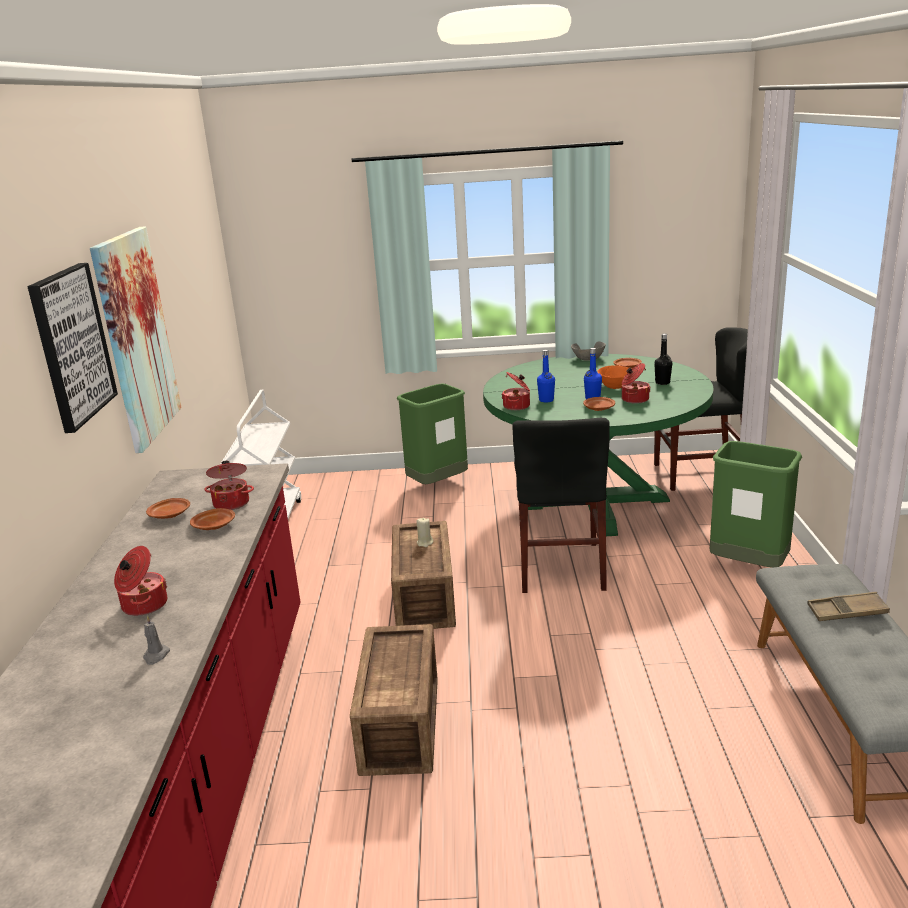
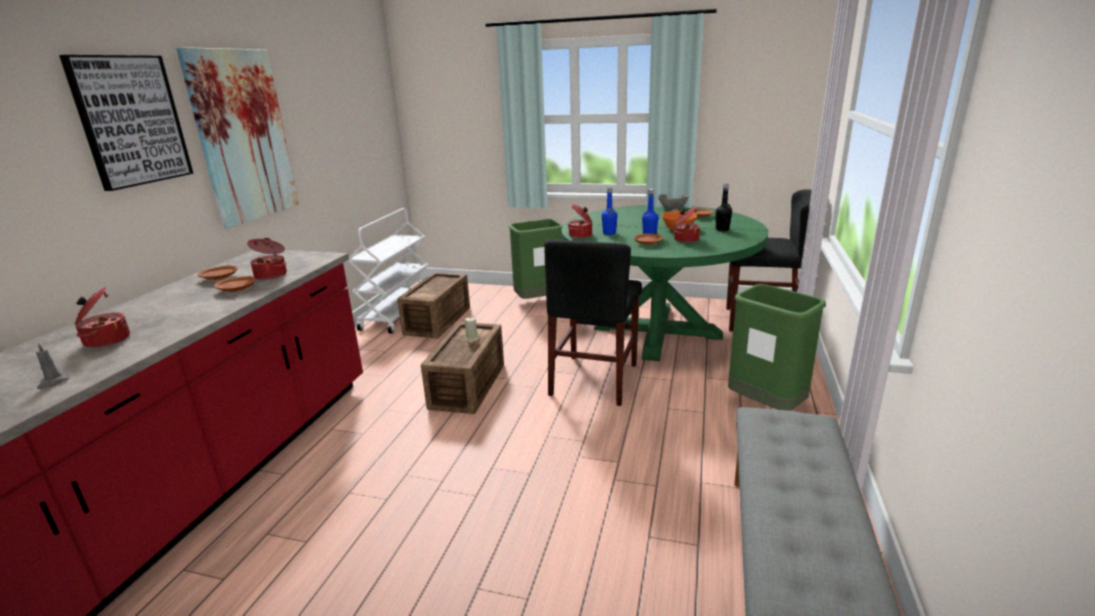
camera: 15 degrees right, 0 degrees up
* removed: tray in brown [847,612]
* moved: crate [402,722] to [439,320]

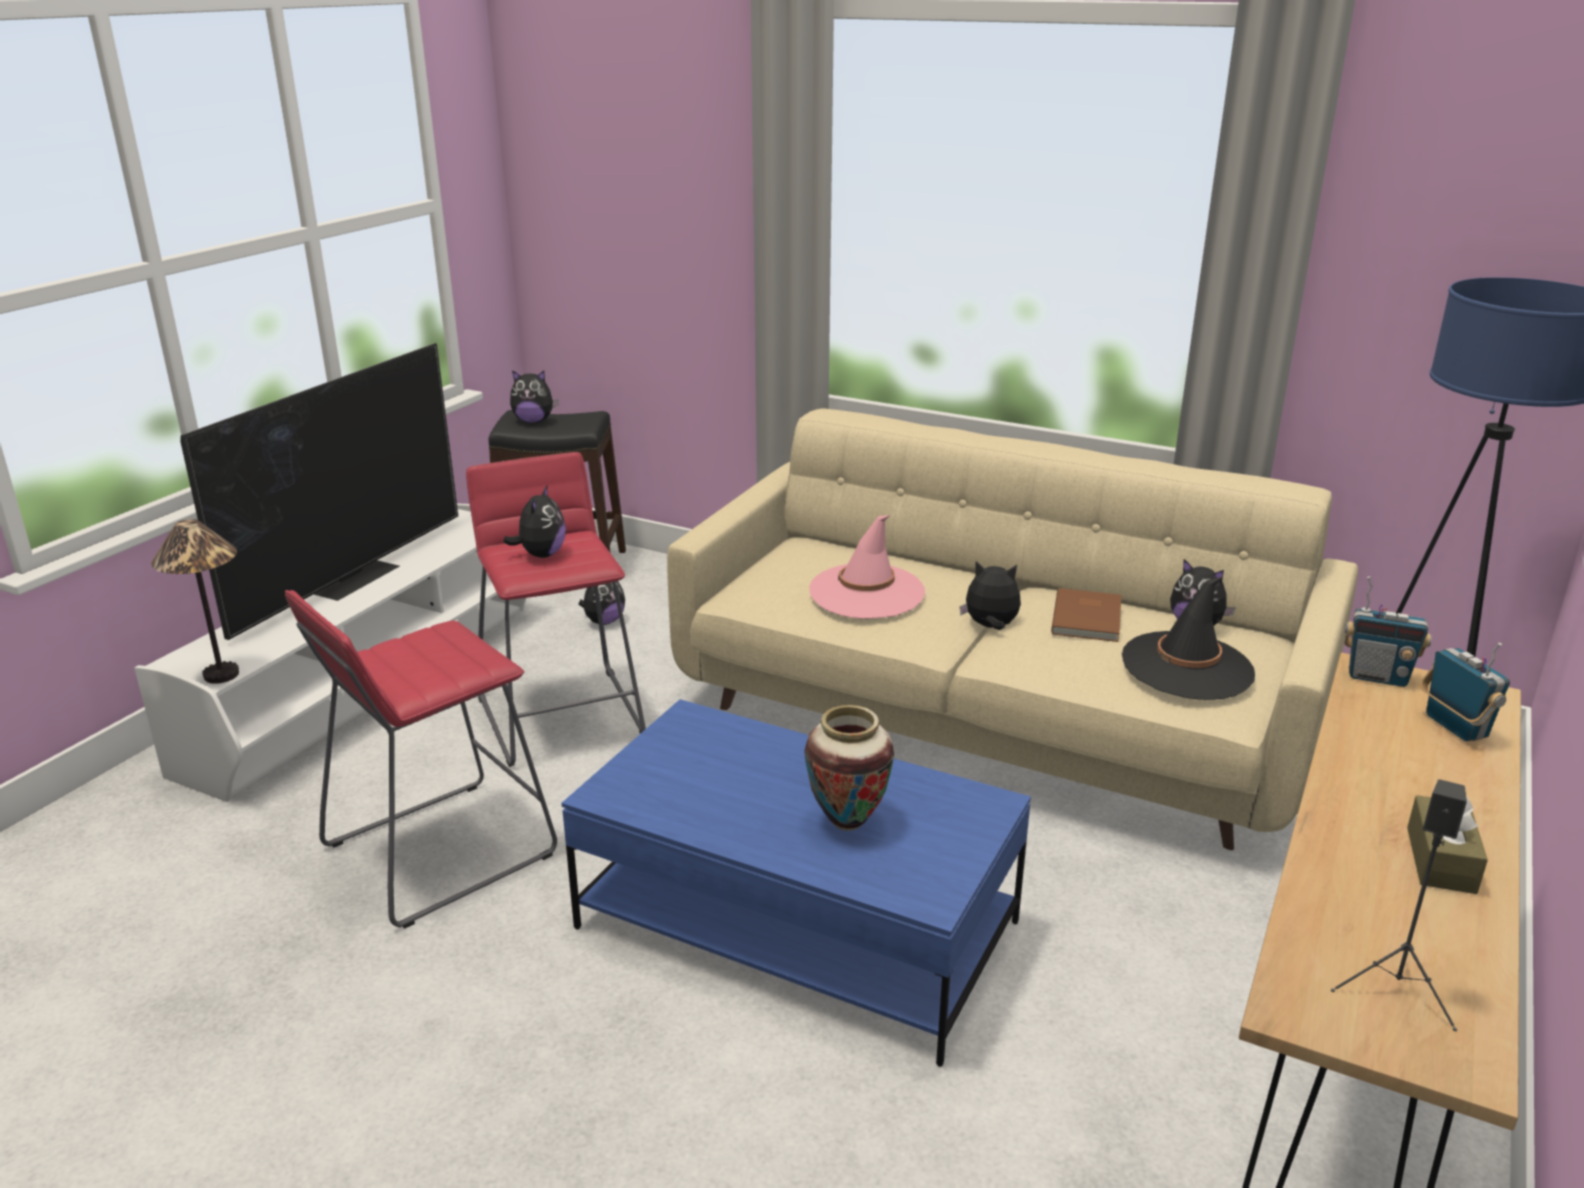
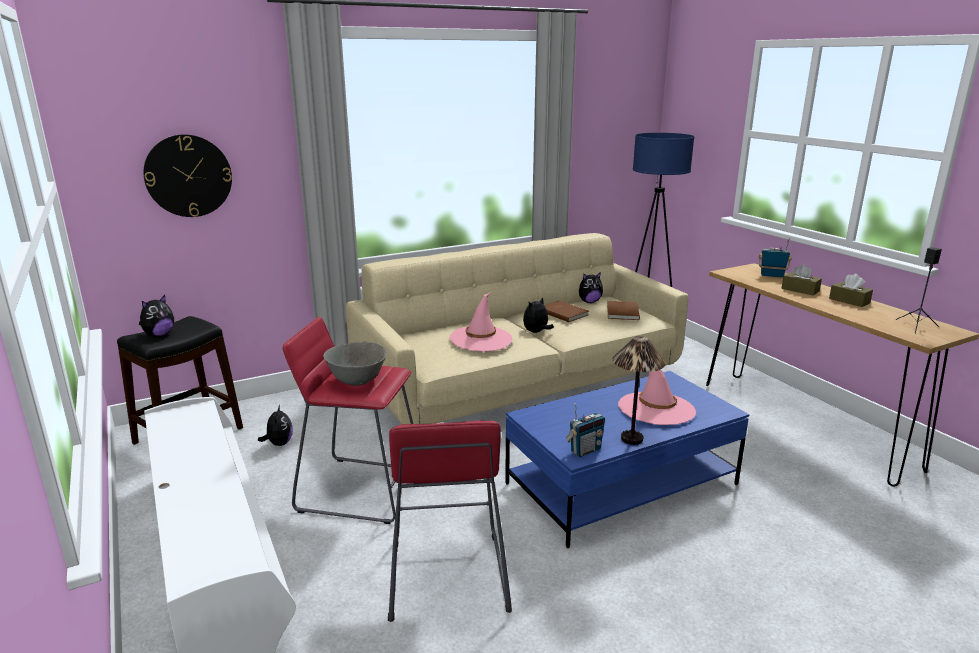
camera: 55 degrees left, 5 degrees down
* removed: television [352,577]
* added: wall clock [188,176]
* added: tissue box in brown [800,290]
* moved: table lamp [221,675] to [632,439]
* moved: radio [1377,677] to [585,450]
* replaced: plush toy [541,555] to bowl in grey [357,381]
* replaced: vase [847,822] to hat in pink [656,409]
* replaced: hat in black [1187,666] to book in brown [621,312]

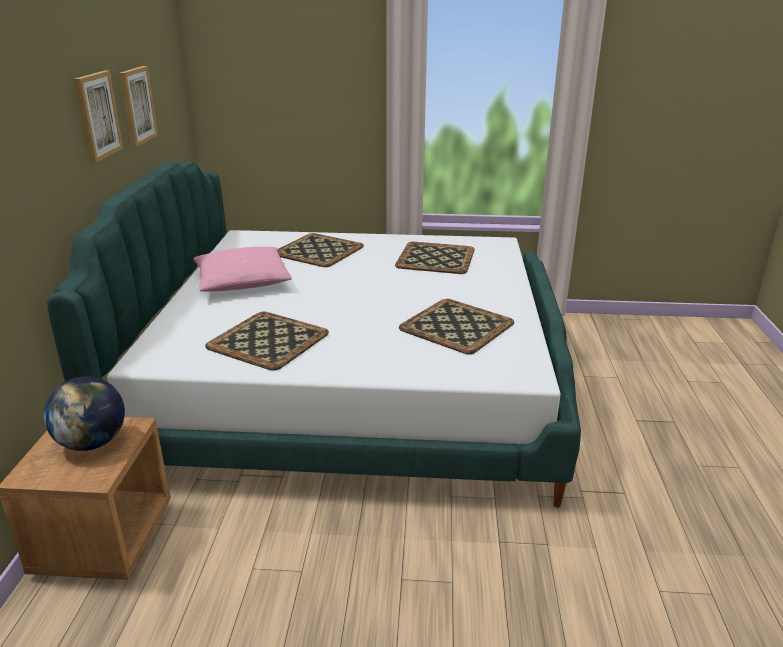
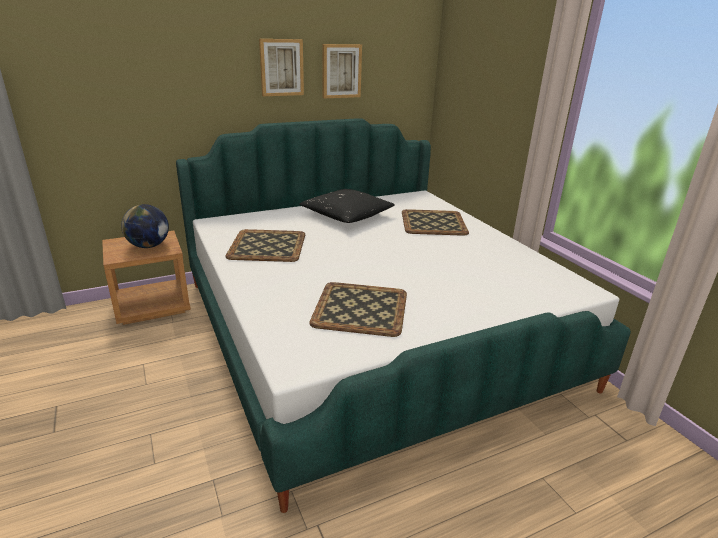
camera: 60 degrees right, 0 degrees up
* removed: tray [435,258]
* recoloured: pillow in pink [242,281] to pillow in black [346,215]

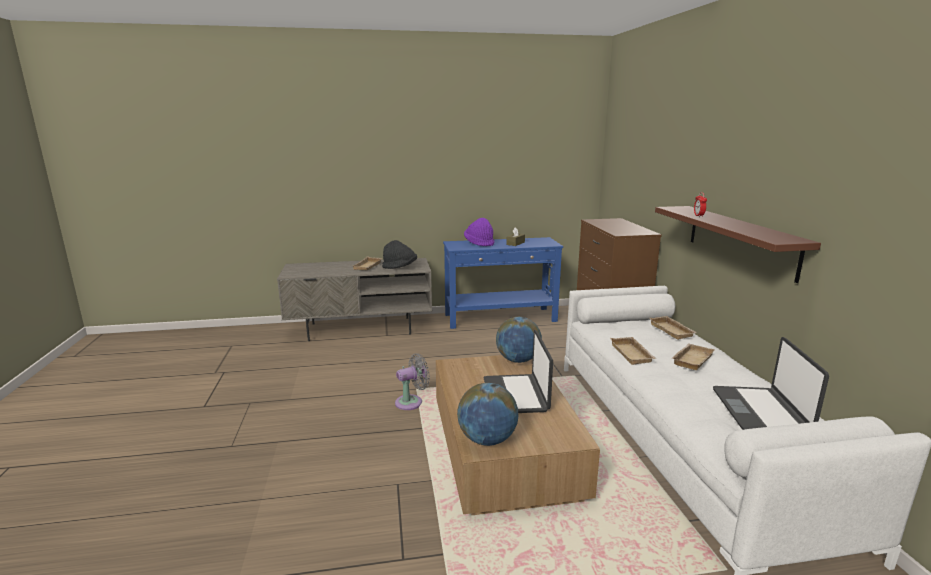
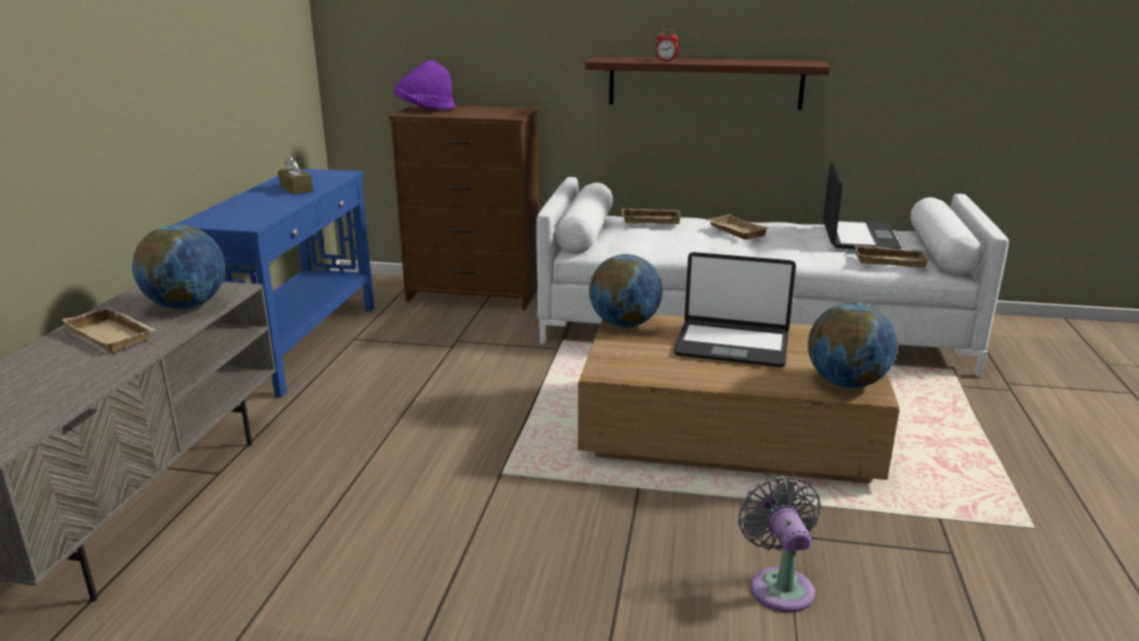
camera: 70 degrees left, 5 degrees up
* moved: fan in grey [411,402] to [779,585]
* moved: hat in purple [479,243] to [425,110]
* moved: tray in beige [633,354] to [890,260]
* replaced: hat in black [400,267] to globe [187,306]
* turned: laptop [761,411] = [858,237] 105 degrees counterclockwise

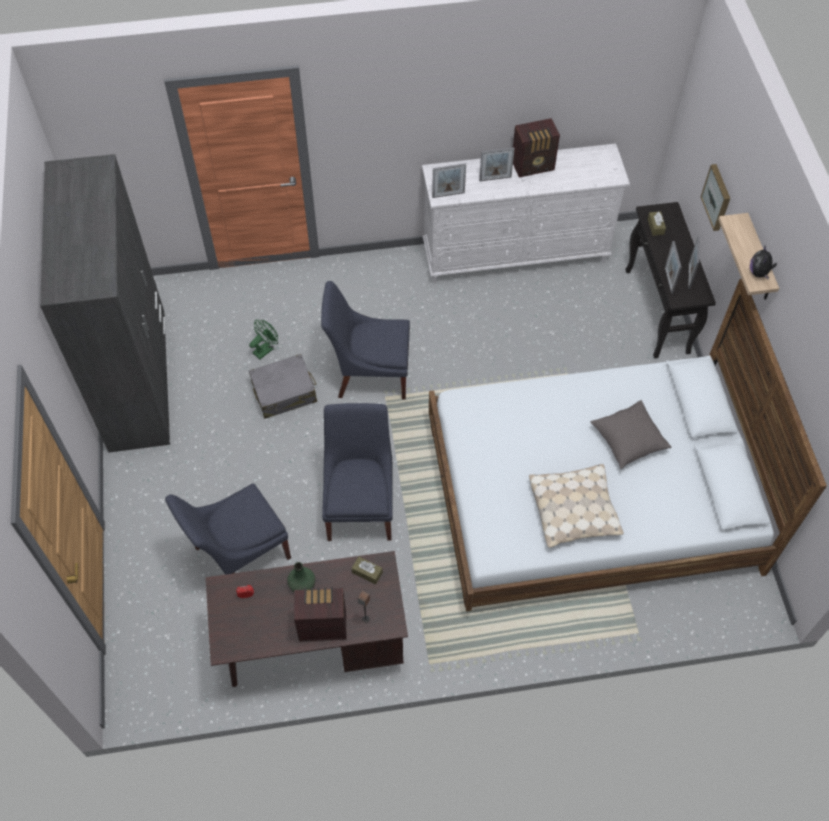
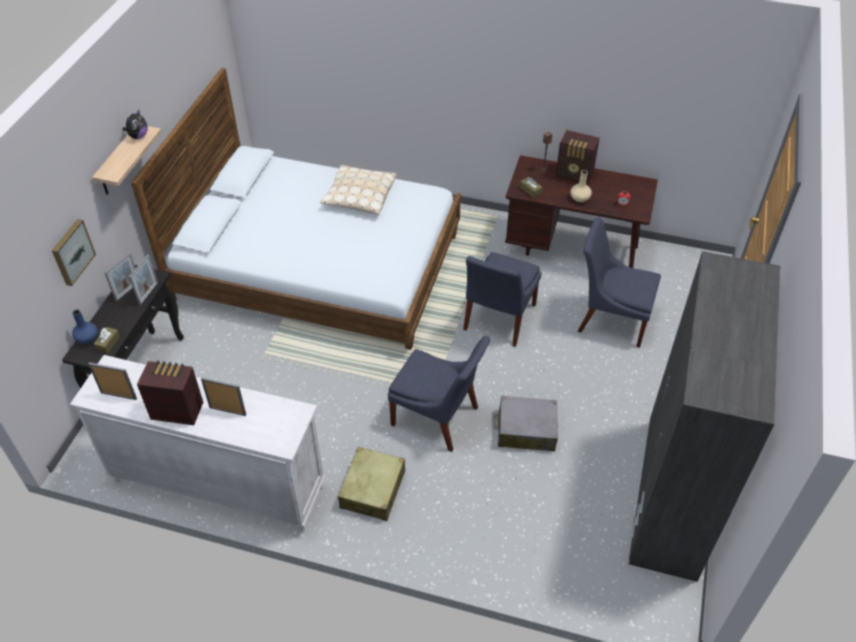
camera: 155 degrees left, 10 degrees down
* removed: fan in green [265,349]
* removed: pillow in grey [628,440]
* added: vase in blue [87,339]
* added: suitcase in beige [373,489]
* moved: picture frame [448,195] to [119,395]
* recoloured: vase in green [302,584] to vase in beige [579,198]
* turned: chair in blue [238,555] = [610,318] 150 degrees counterclockwise

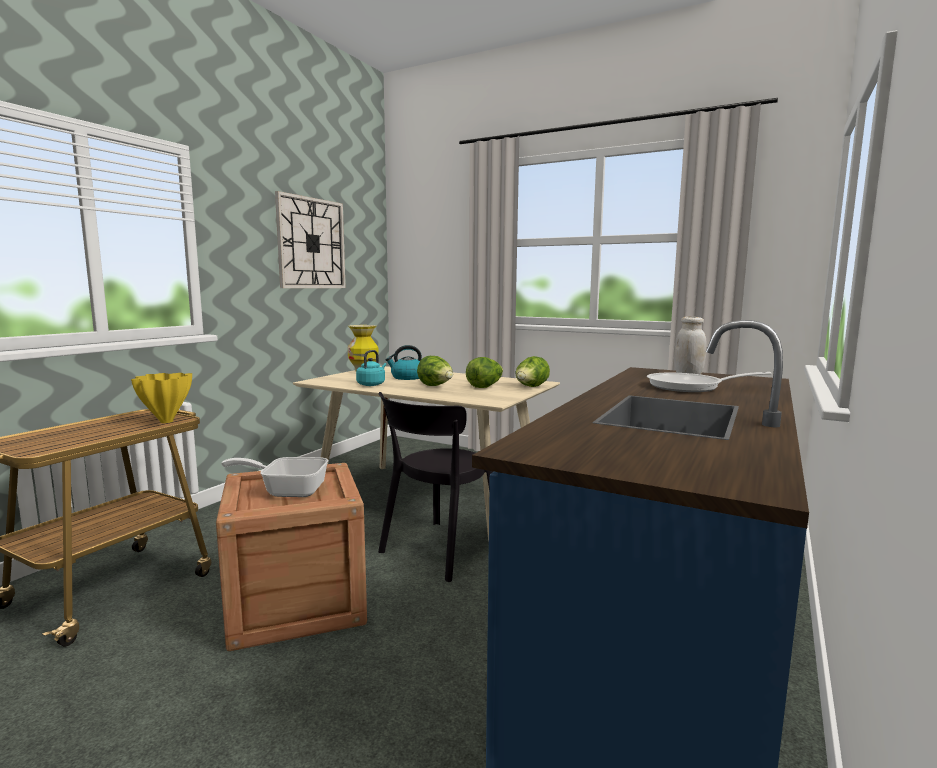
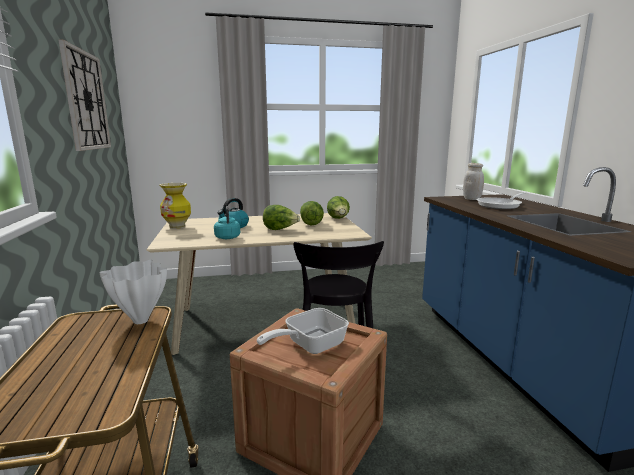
camera: 40 degrees left, 5 degrees up
* recoloured: vase in yellow [165,422] to vase in white [140,321]

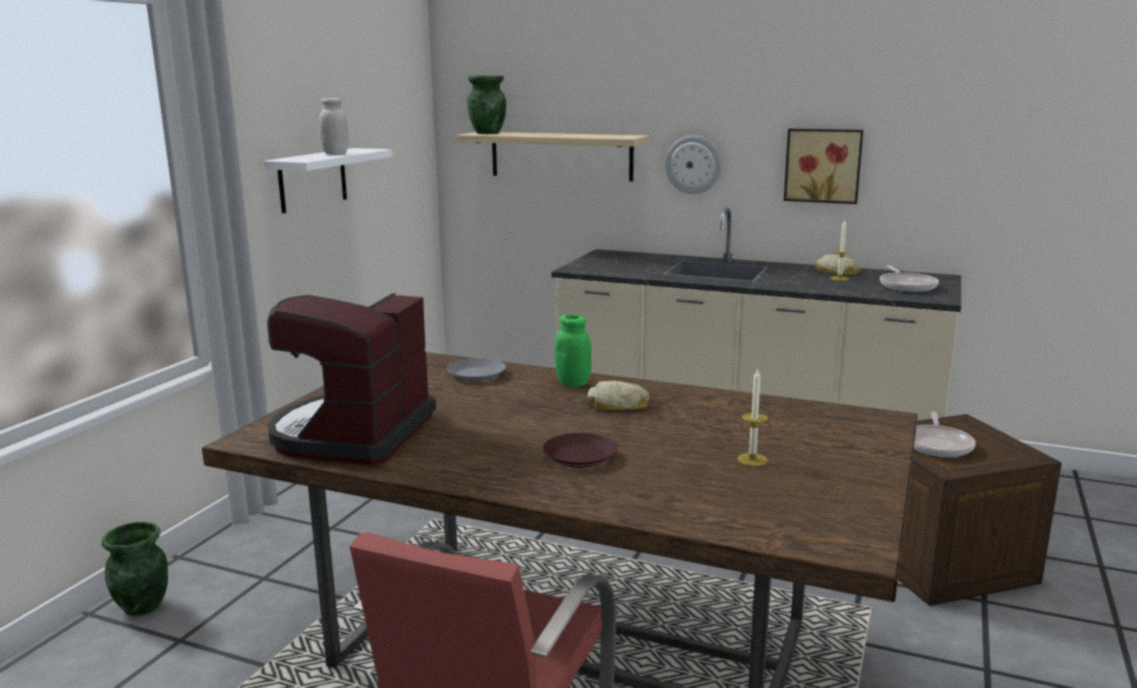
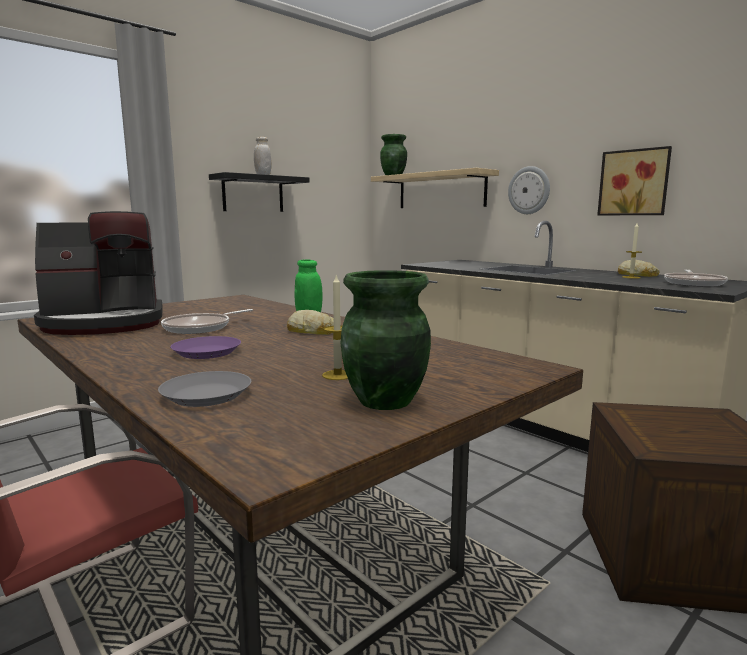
camera: 25 degrees right, 5 degrees down
* moved: vase in green [143,607] to [385,401]
* moved: plate in grey [477,374] to [207,395]
* moved: frying pan [938,444] to [201,328]
* recoloured: shelf in white [313,180] to shelf in black [253,194]
* recoloured: plate in brown [579,456] to plate in purple [207,352]
* turned: coffee machine [352,434] = [105,323] 150 degrees counterclockwise

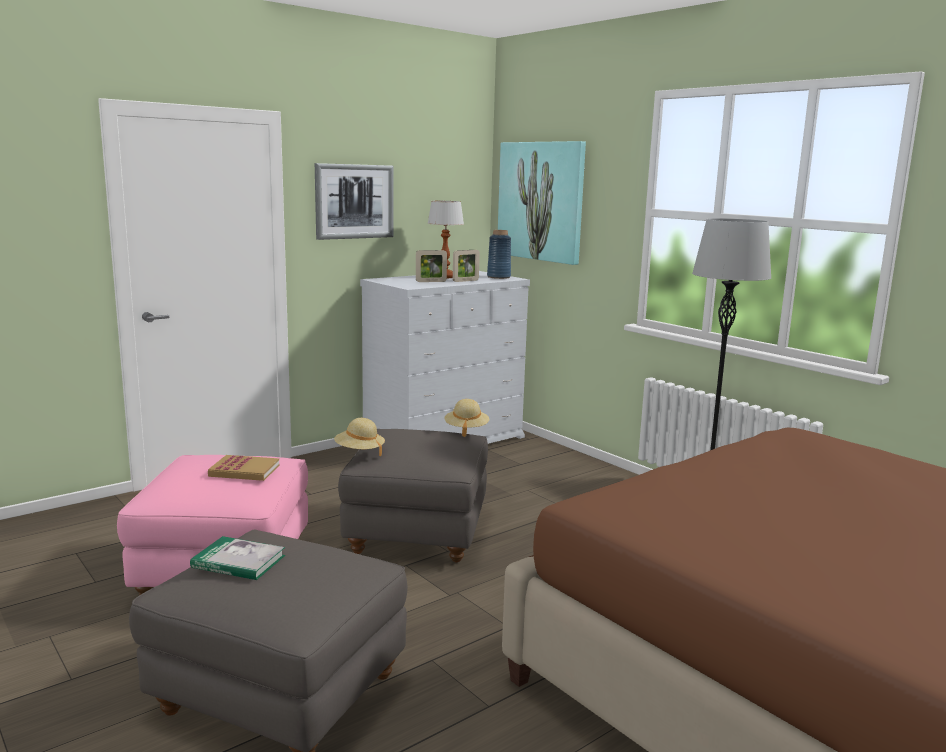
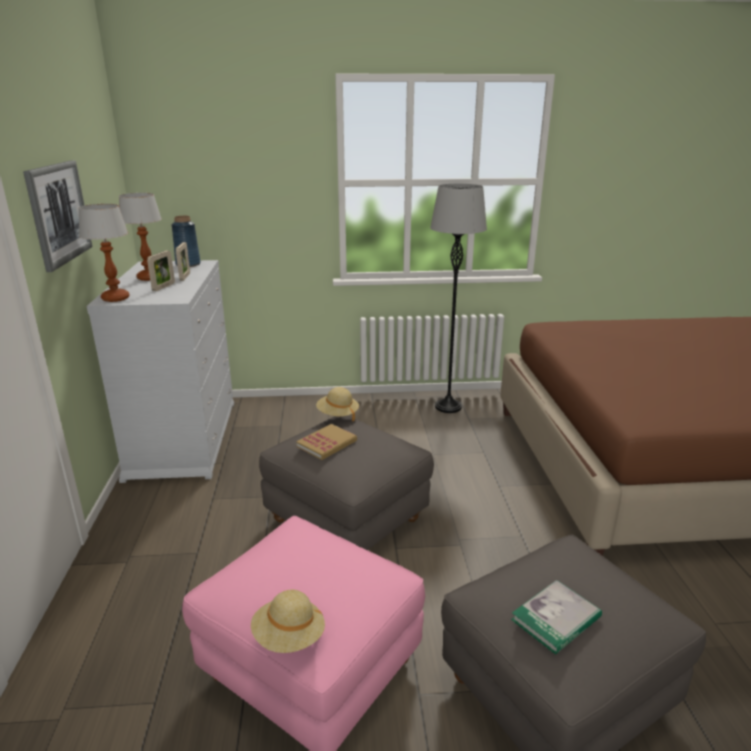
camera: 55 degrees left, 10 degrees up
* removed: picture [541,201]
* added: table lamp [115,298]
* moved: book [244,471] to [327,444]
* moved: hat in beige [359,451] to [289,637]

